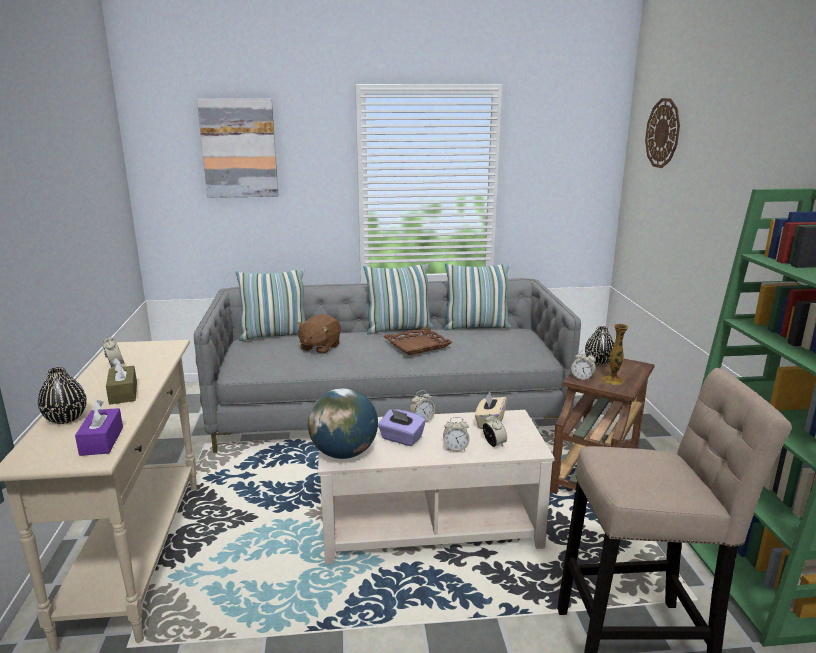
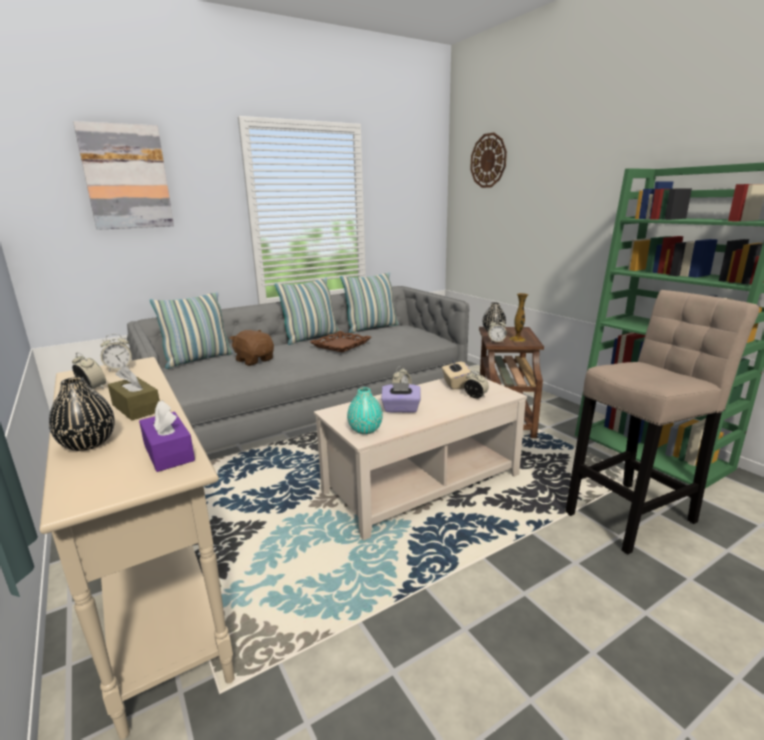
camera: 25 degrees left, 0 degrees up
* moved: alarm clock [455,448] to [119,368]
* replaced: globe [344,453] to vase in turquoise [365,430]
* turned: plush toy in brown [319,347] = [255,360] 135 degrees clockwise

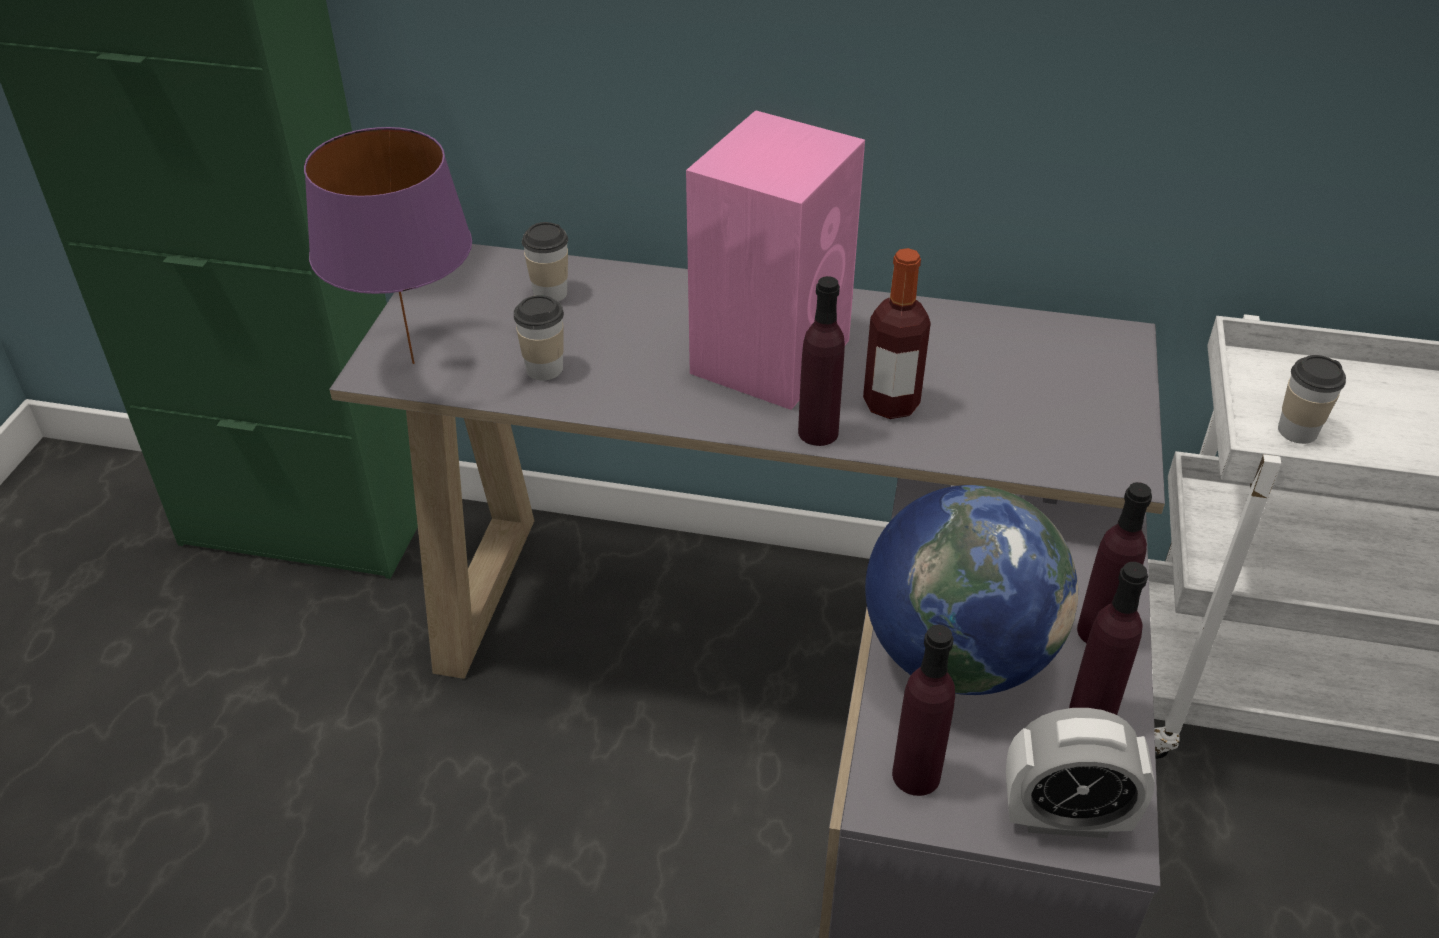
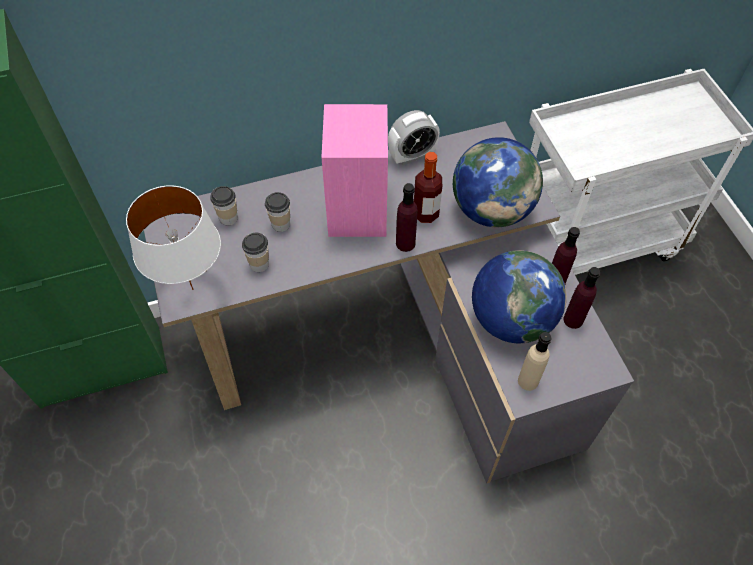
camera: 30 degrees left, 15 degrees up
* added: globe [491,210]
* moved: alarm clock [1065,818] to [412,155]
* moved: cup [1297,431] to [280,224]
* recoloured: table lamp in purple [413,364] to table lamp in white [193,290]
* recoloured: bottle in purple [916,775] to bottle in beige [528,381]

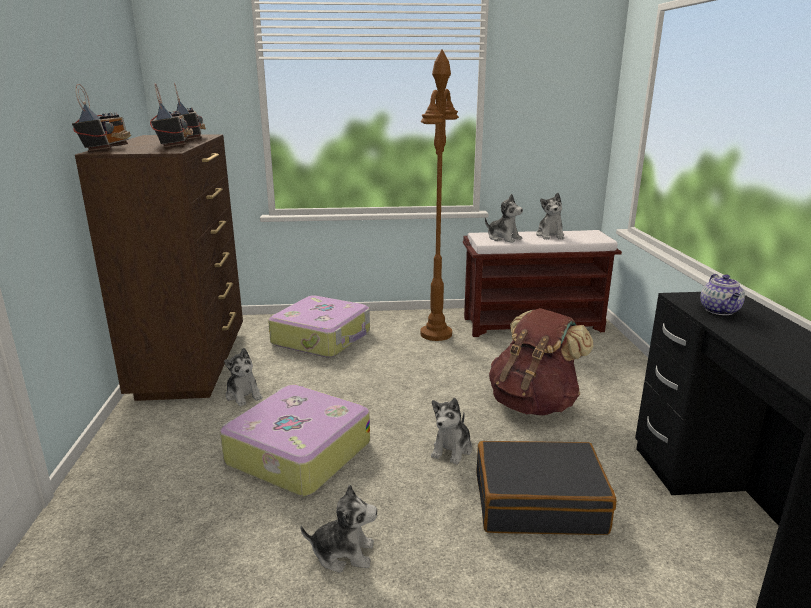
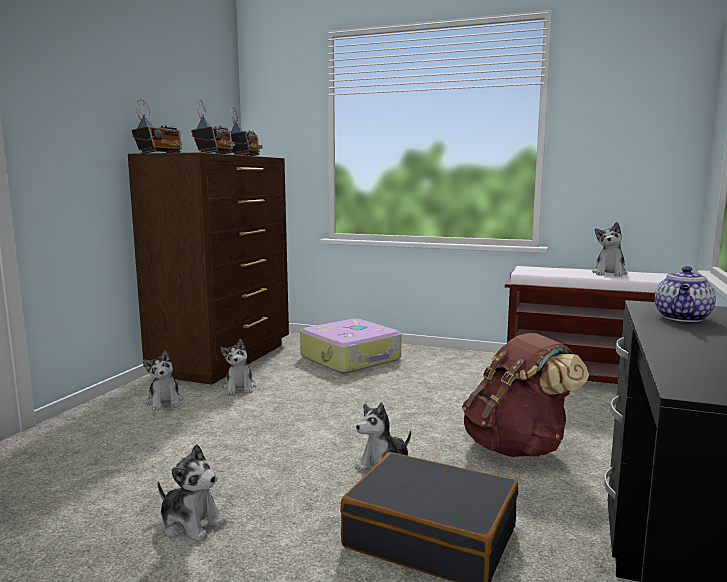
camera: 25 degrees right, 10 degrees down
* removed: suitcase [297,453]
* removed: floor lamp in brown [436,334]
* moved: plush toy [503,238] to [165,402]

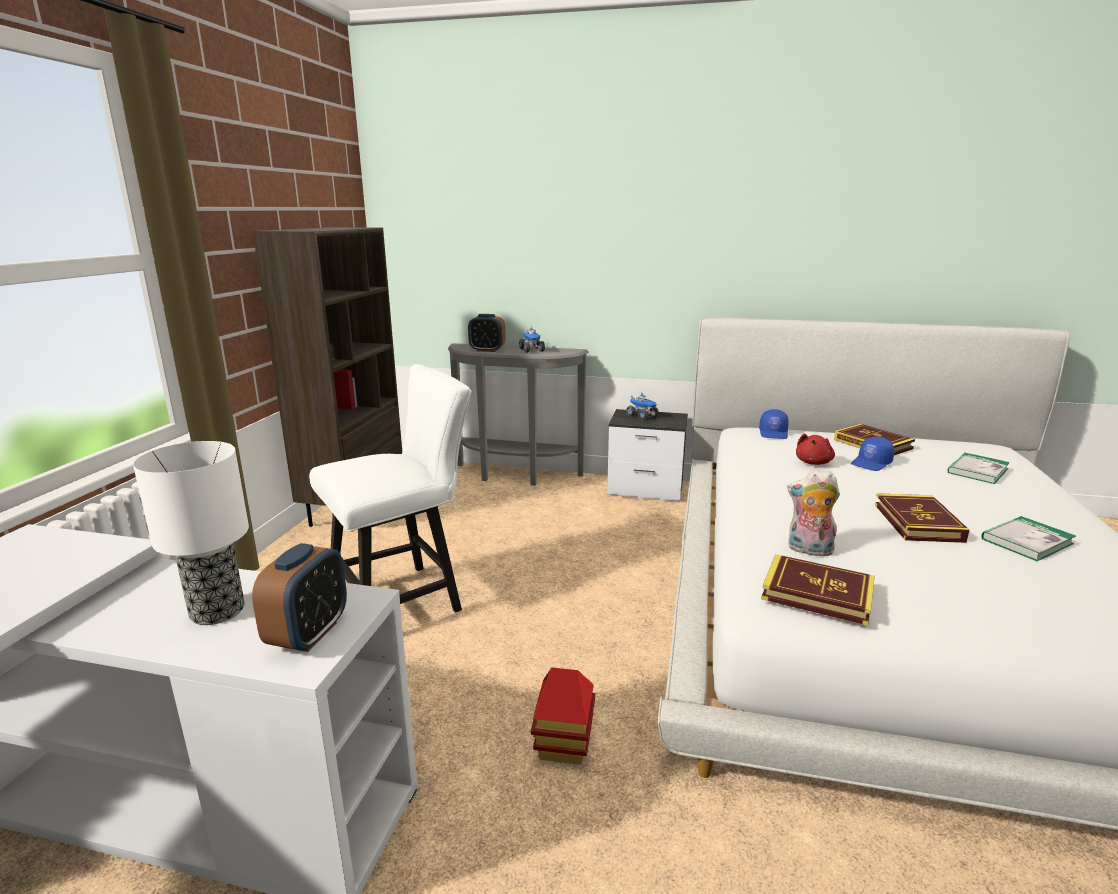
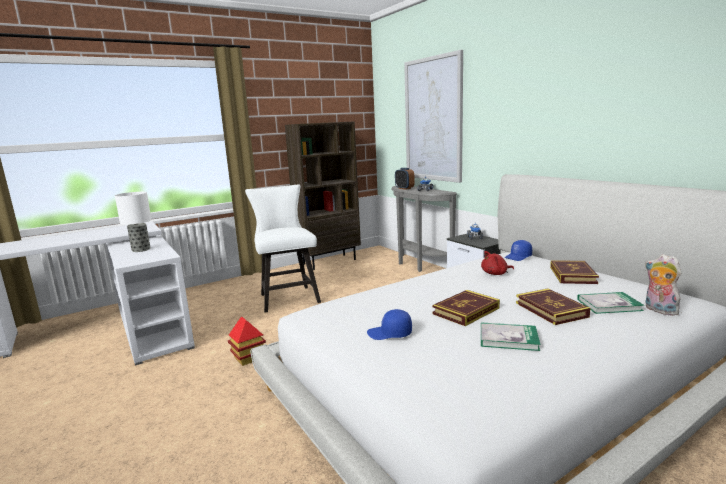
camera: 45 degrees right, 5 degrees down
* removed: alarm clock [309,634]
* added: picture [433,120]
* moved: book [817,594] to [551,310]
* moved: plush toy [808,550] to [658,310]
* moved: cap in blue [872,463] to [390,334]
* turned: chair in white [404,599] = [287,297] 120 degrees counterclockwise

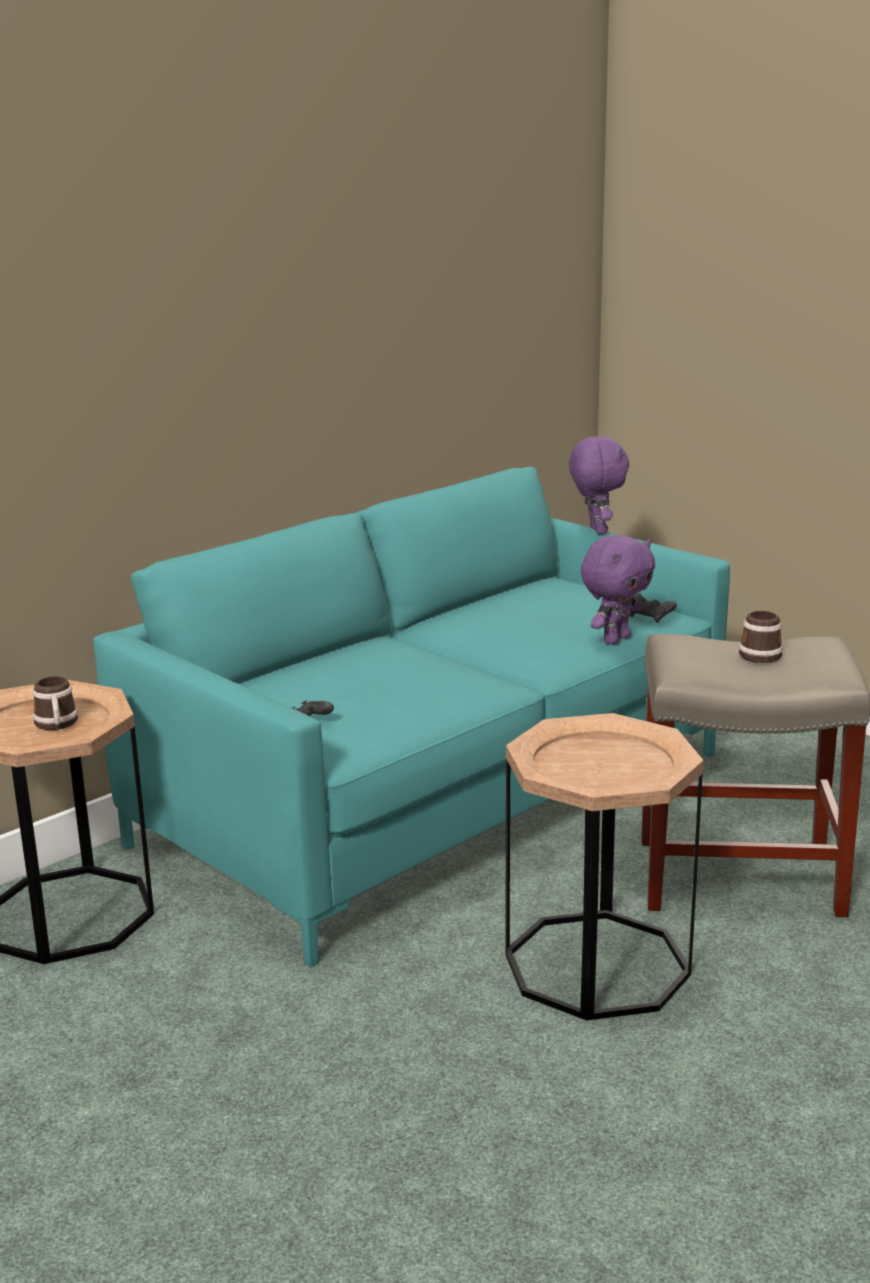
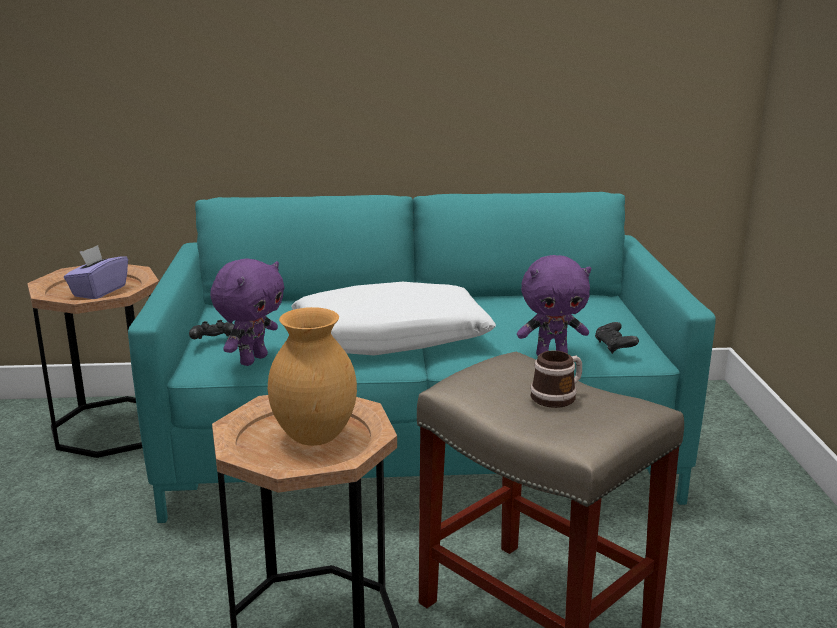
camera: 40 degrees right, 0 degrees up
* added: vase in brown [316,437]
* added: pillow in white [390,338]
* moved: plush toy in purple [596,530] to [252,360]
* replaced: mug [56,725] to tissue box in purple [99,291]

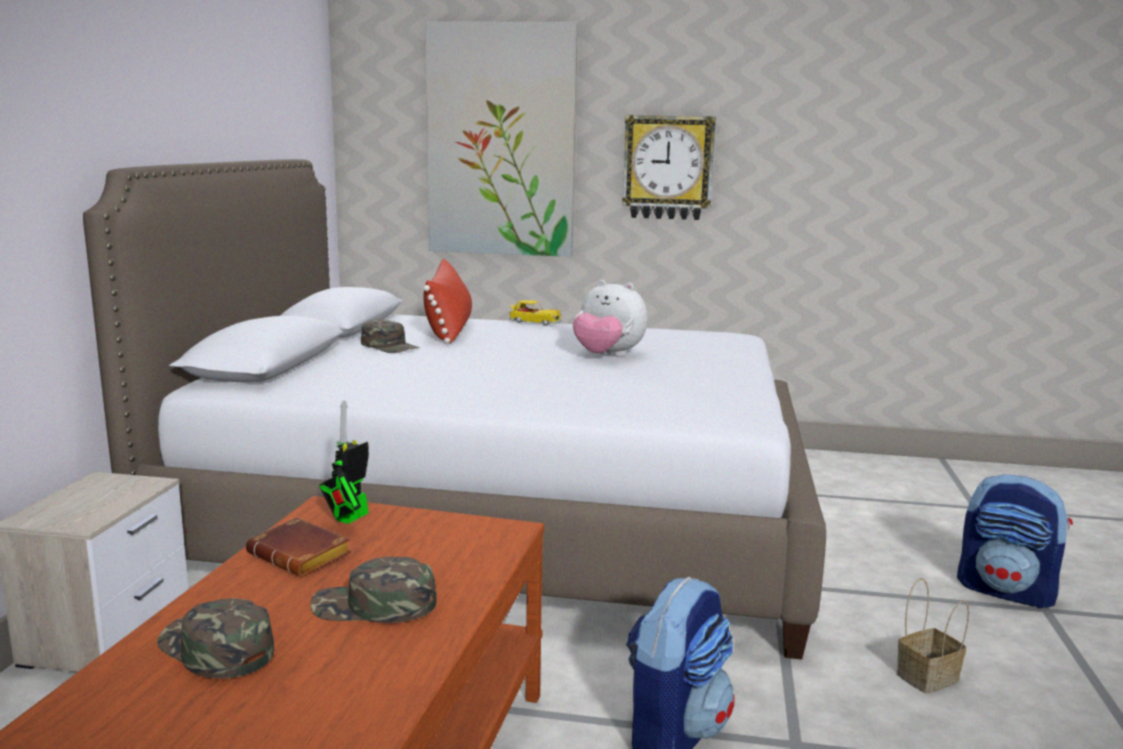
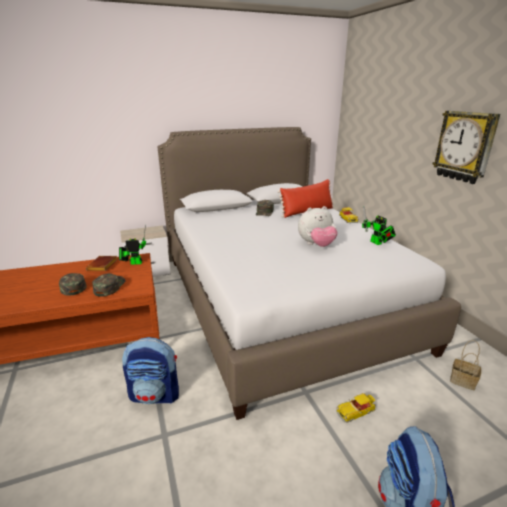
camera: 60 degrees right, 10 degrees up
* removed: picture [501,141]
* added: toy car [356,411]
* added: toy robot [377,243]
* moved: cap in green [215,649] to [109,287]
* moved: basket [927,678] to [462,381]
* turned: plush toy [607,356] = [316,245] 105 degrees counterclockwise

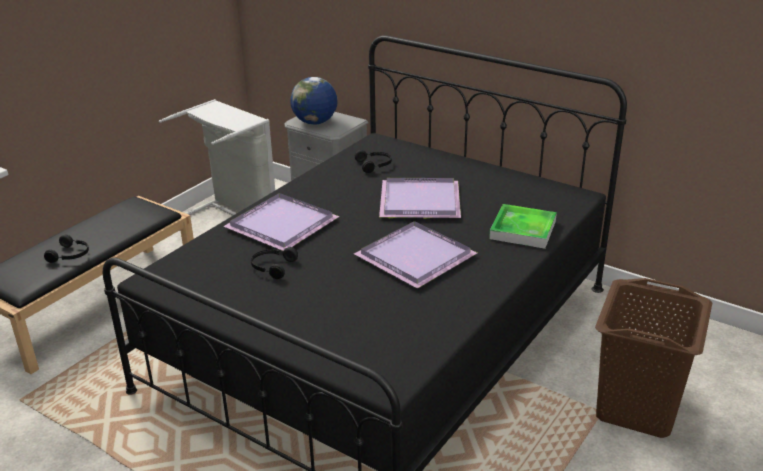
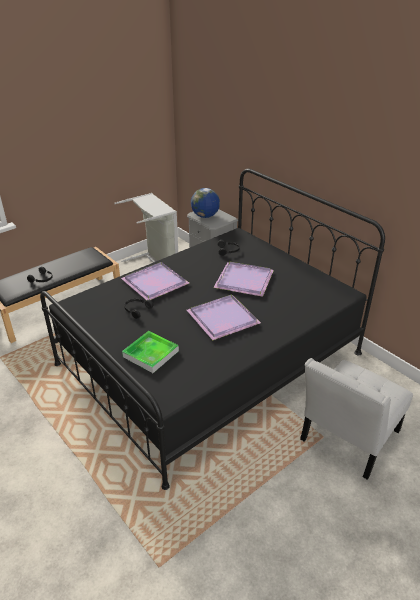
camera: 15 degrees right, 5 degrees up
* moved: tray [523,230] to [151,354]
* replaced: laundry basket in brown [636,408] to chair in white [347,439]

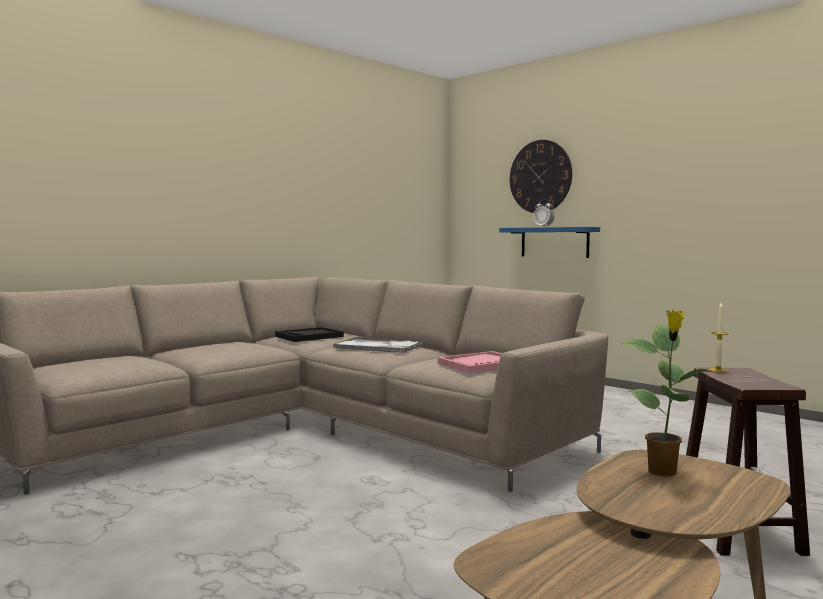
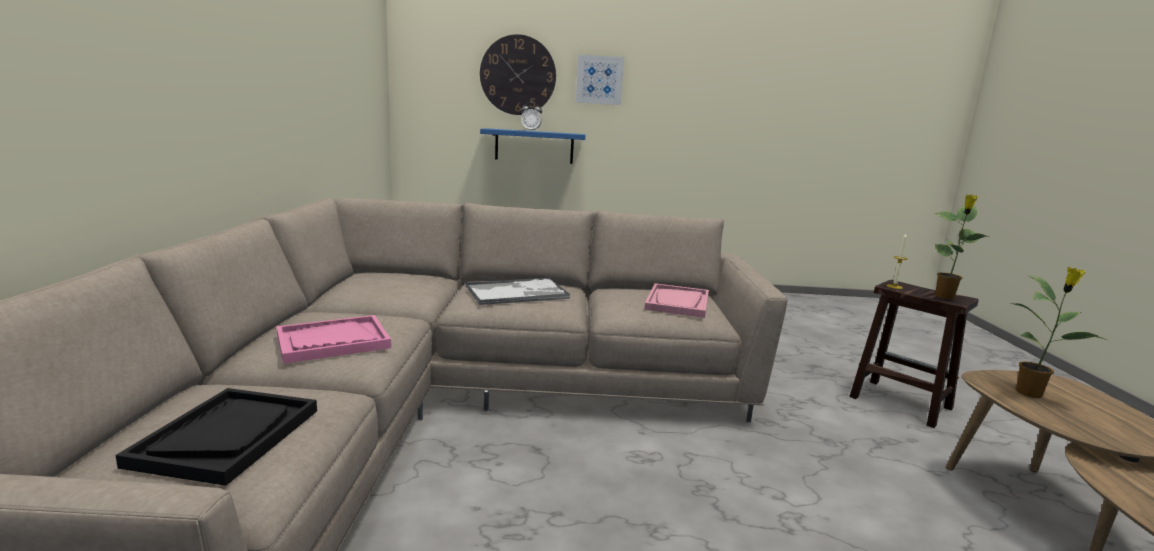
camera: 45 degrees left, 10 degrees up
* added: tray in pink [333,341]
* added: picture [599,80]
* added: potted plant [945,297]
* moved: tray in black [309,336] to [227,436]

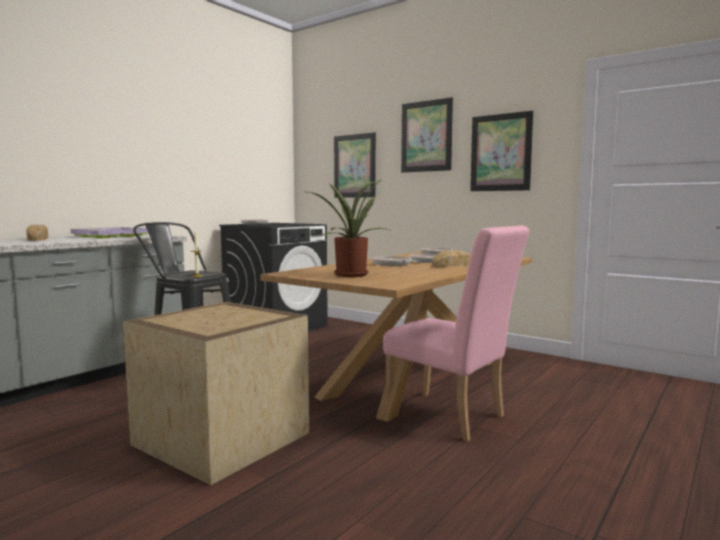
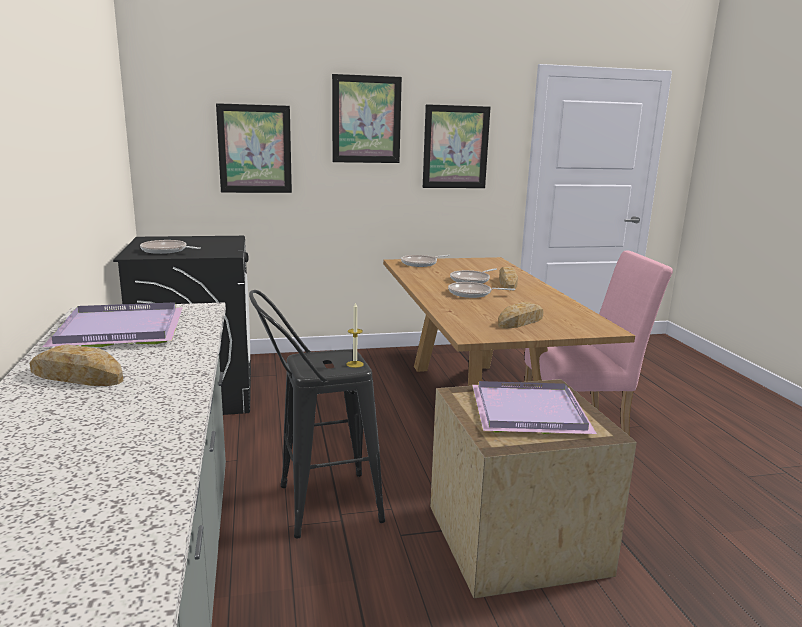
camera: 50 degrees left, 10 degrees up
* added: tray in purple [530,411]
* replaced: potted plant [350,274] to bread [521,321]

